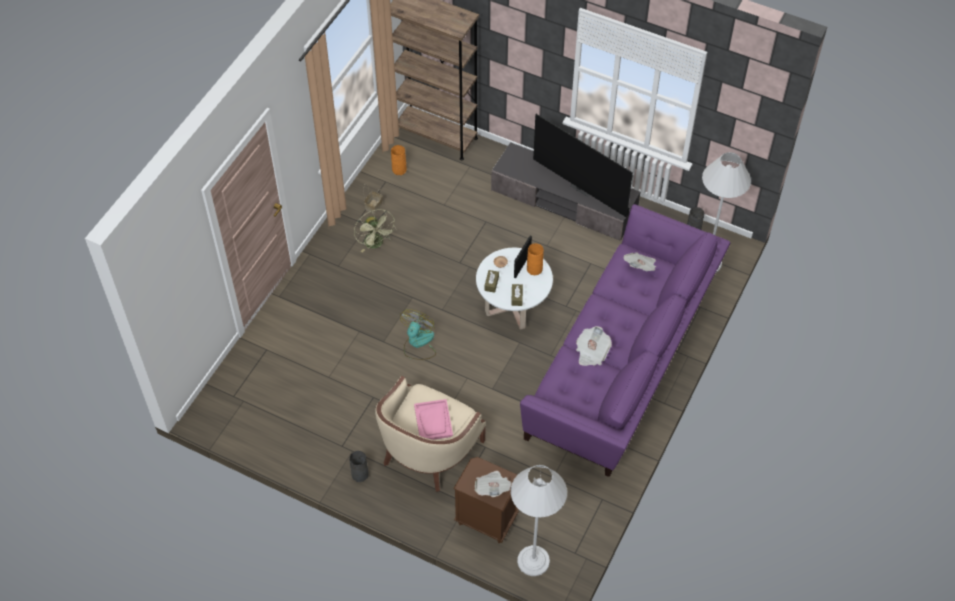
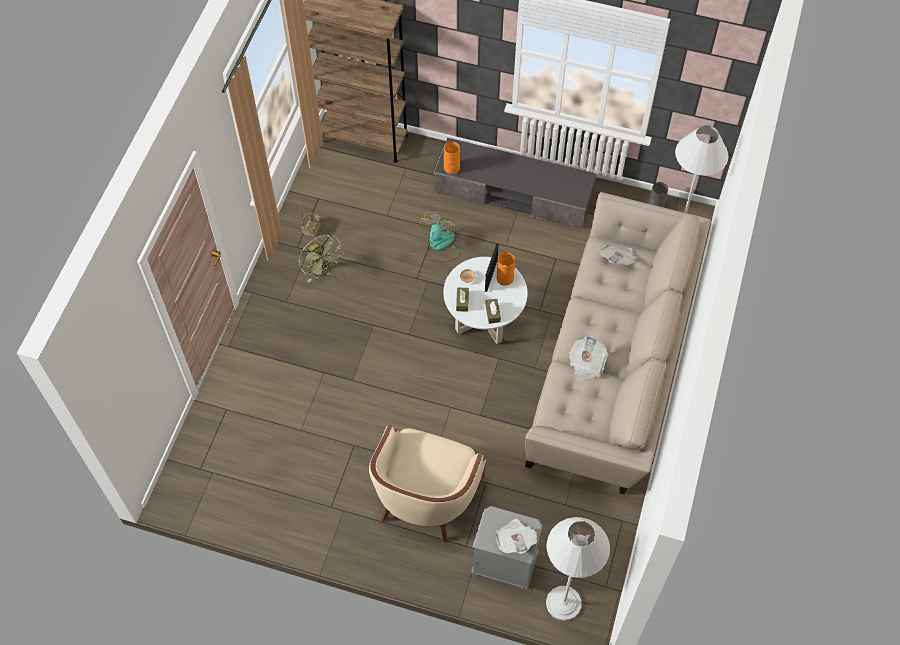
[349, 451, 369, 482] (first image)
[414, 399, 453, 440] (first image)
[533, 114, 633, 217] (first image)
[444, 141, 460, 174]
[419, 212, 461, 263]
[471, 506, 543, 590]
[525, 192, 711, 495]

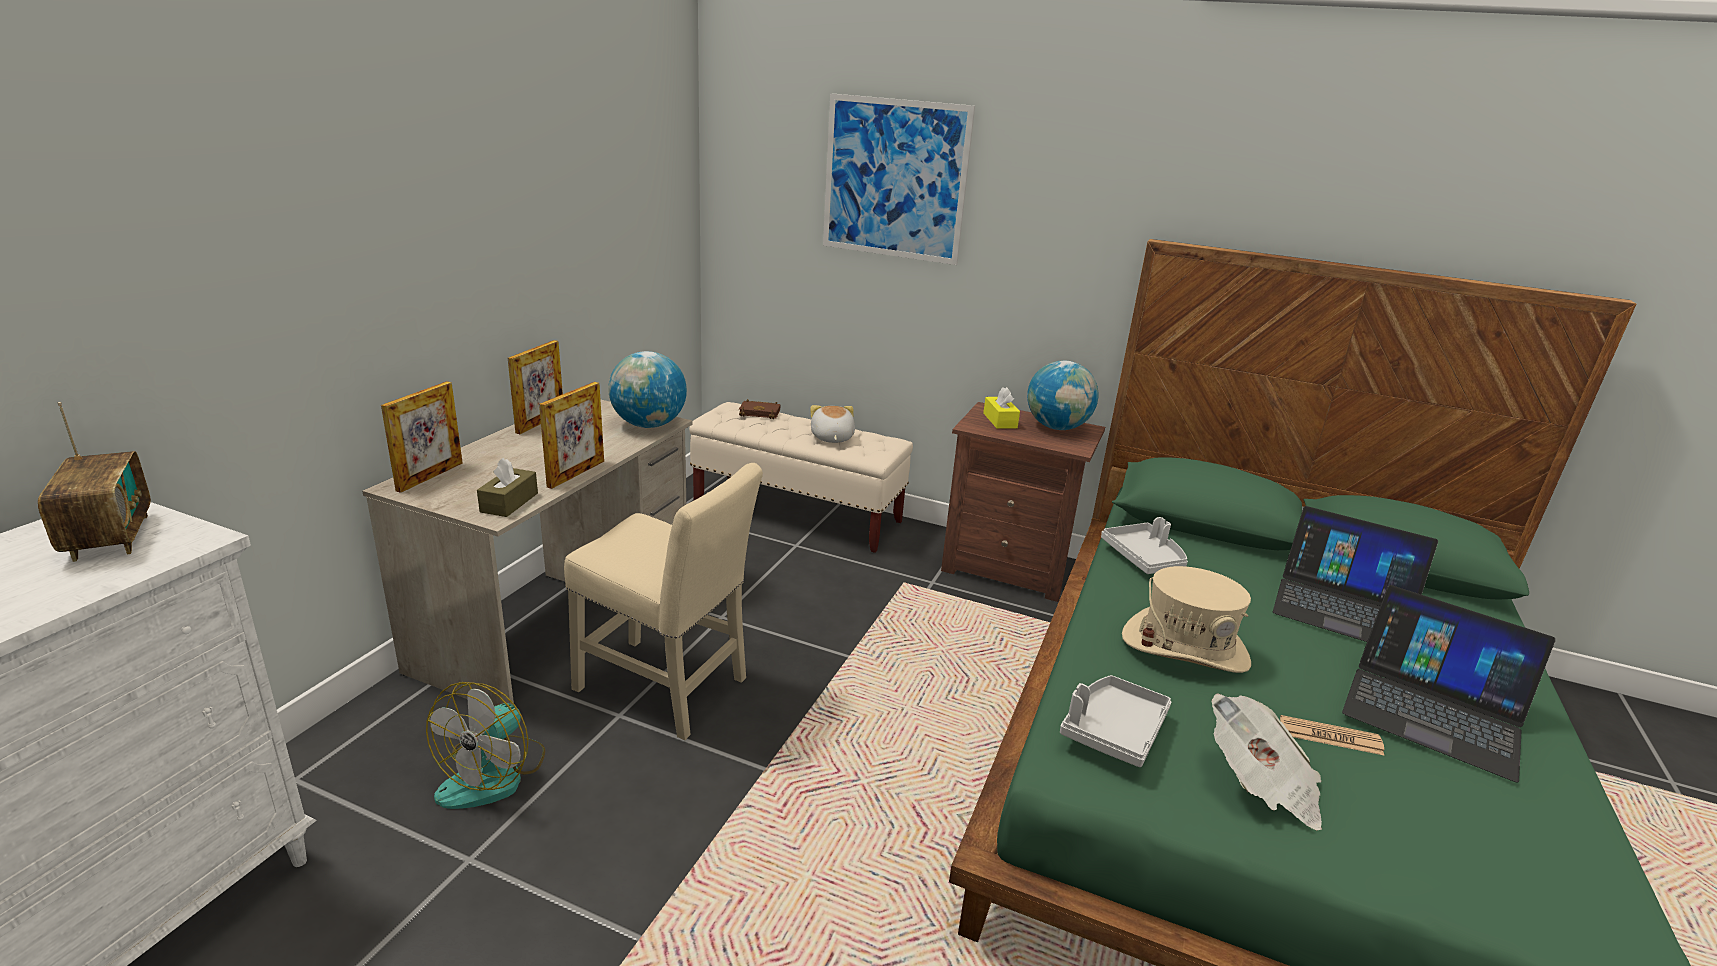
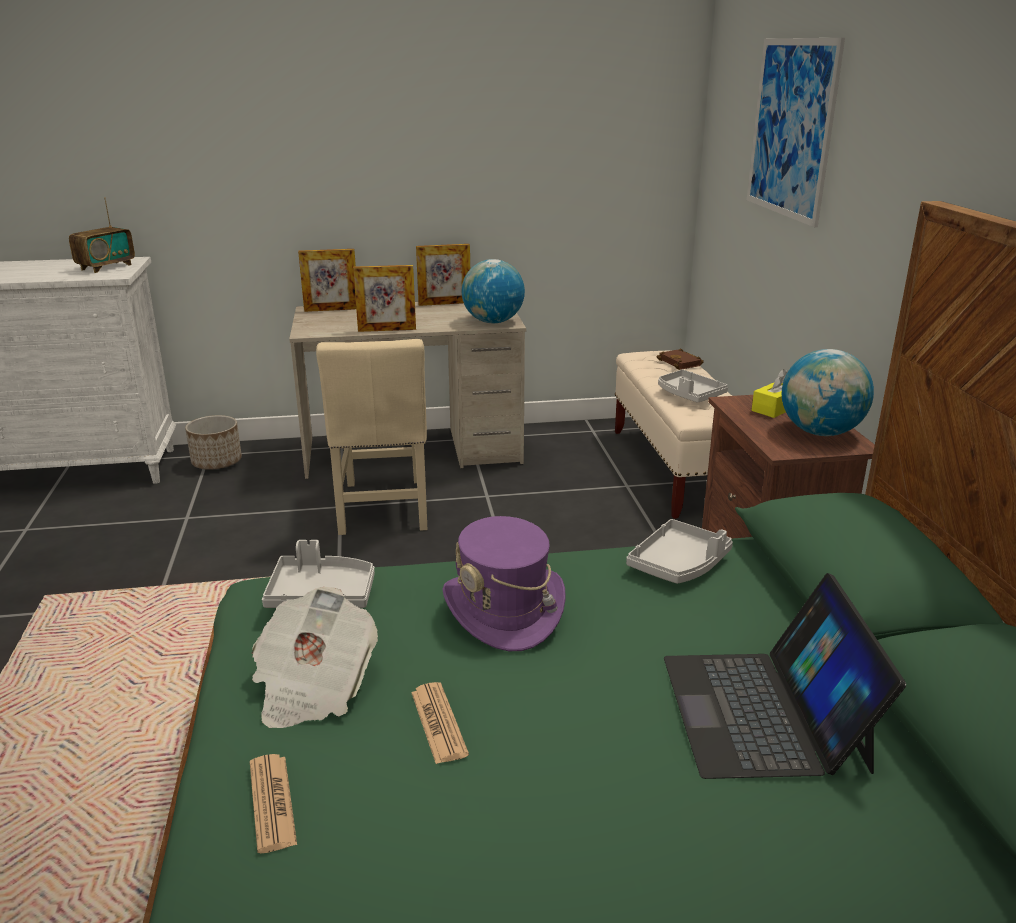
[426, 682, 545, 809] (first image)
[477, 458, 538, 517] (first image)
[1342, 585, 1555, 783] (first image)
[185, 415, 242, 470]
[250, 754, 297, 854]
[658, 370, 728, 403]
[442, 516, 566, 651]

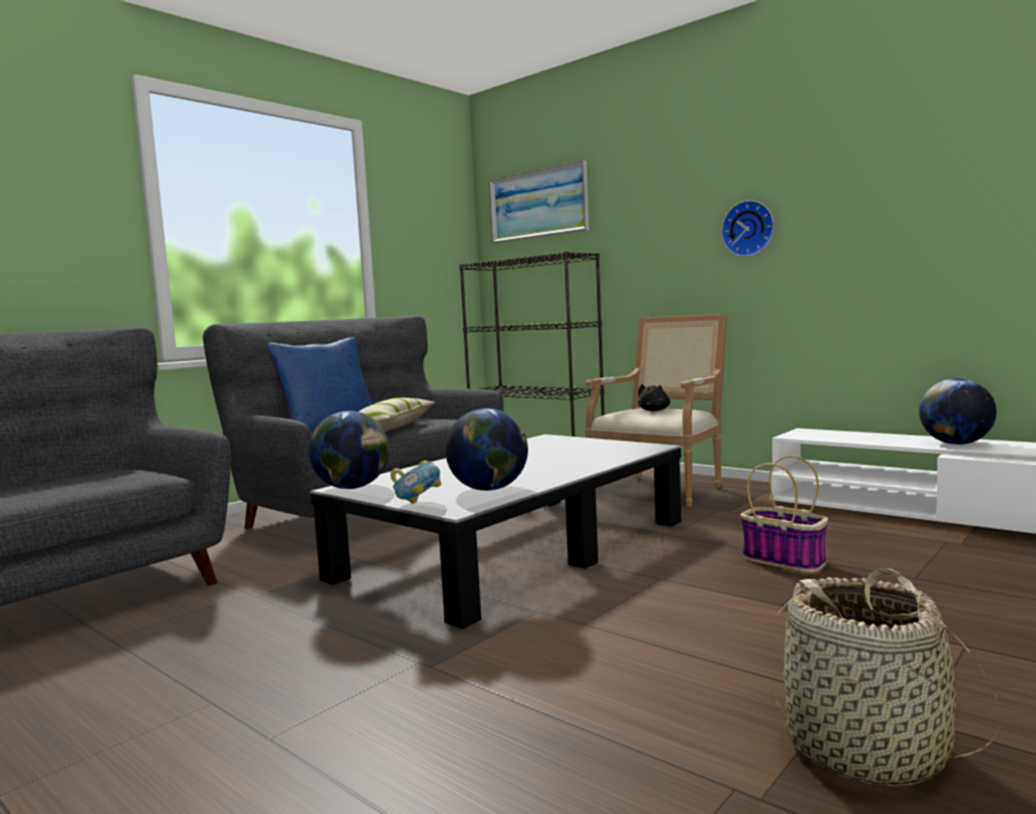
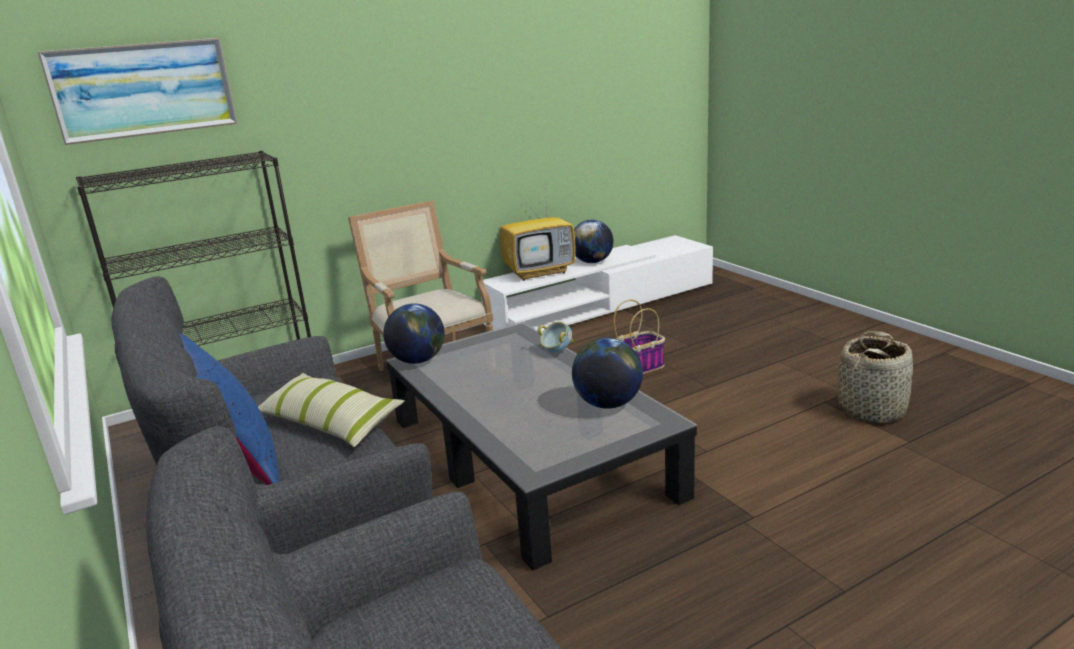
[638, 384, 670, 411] (first image)
[721, 200, 774, 257] (first image)
[500, 188, 576, 281]
[383, 303, 445, 364]
[538, 322, 573, 354]

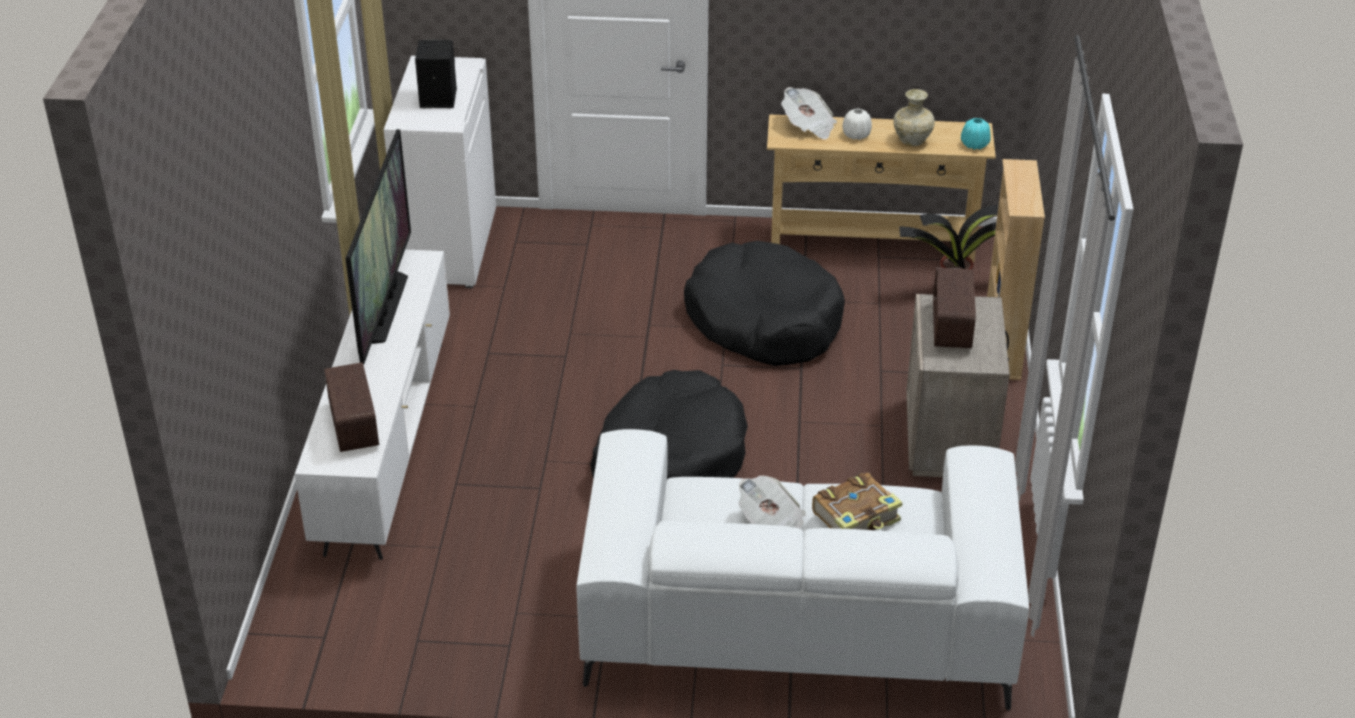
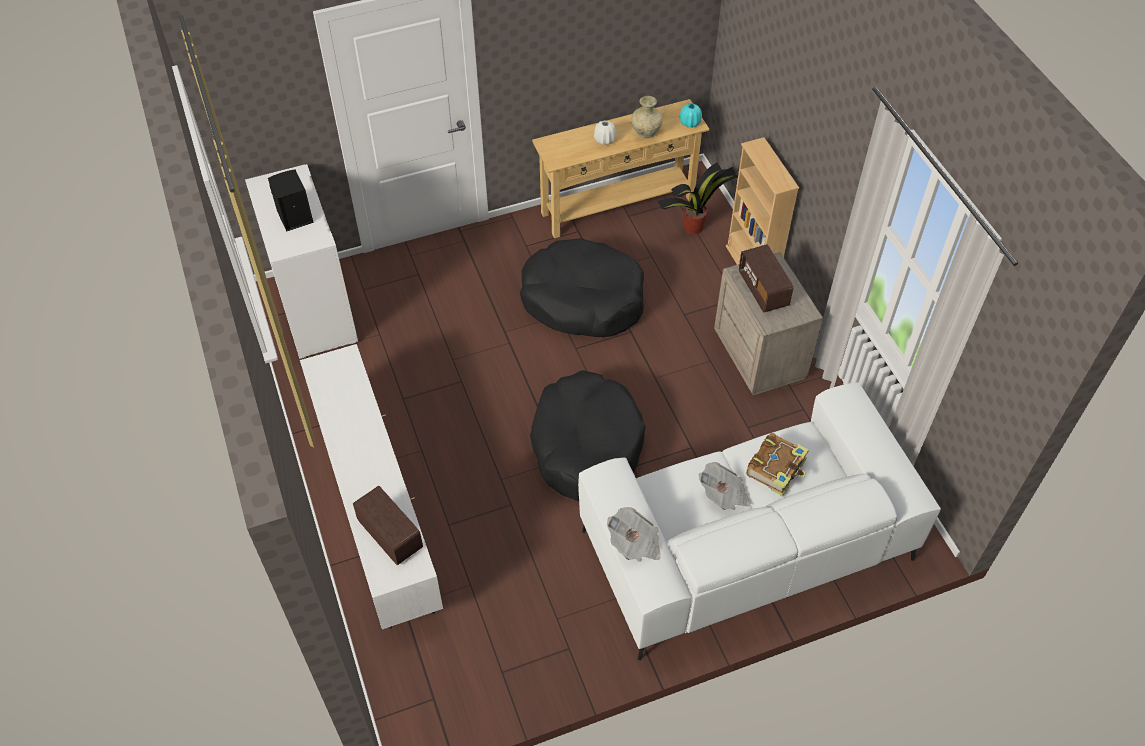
[346, 129, 411, 365] (first image)
[607, 507, 661, 562]

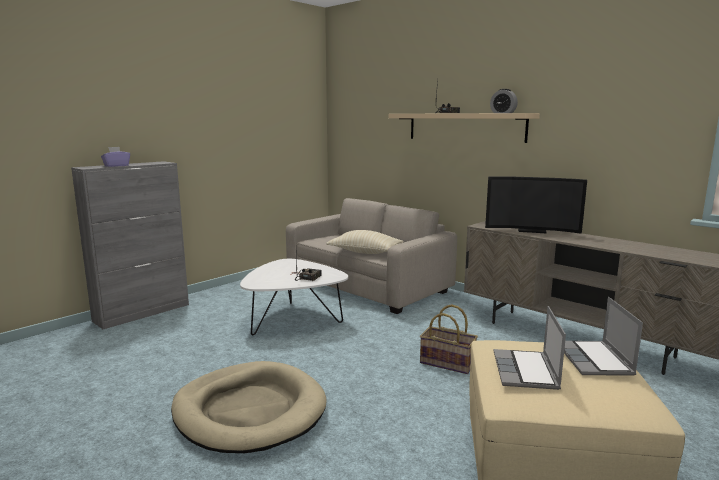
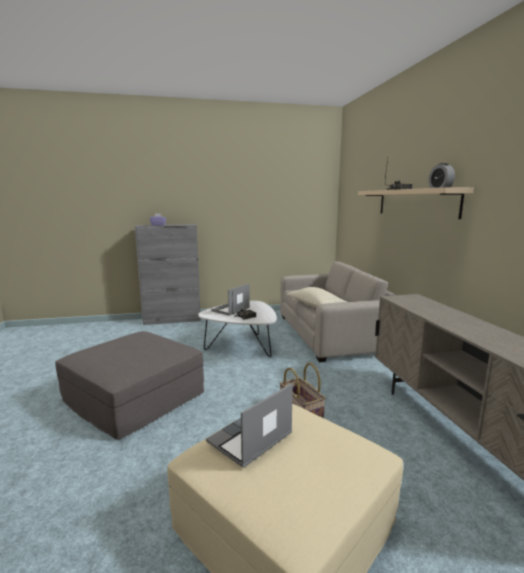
[485, 176, 587, 234] (first image)
[211, 284, 250, 316]
[55, 331, 204, 440]

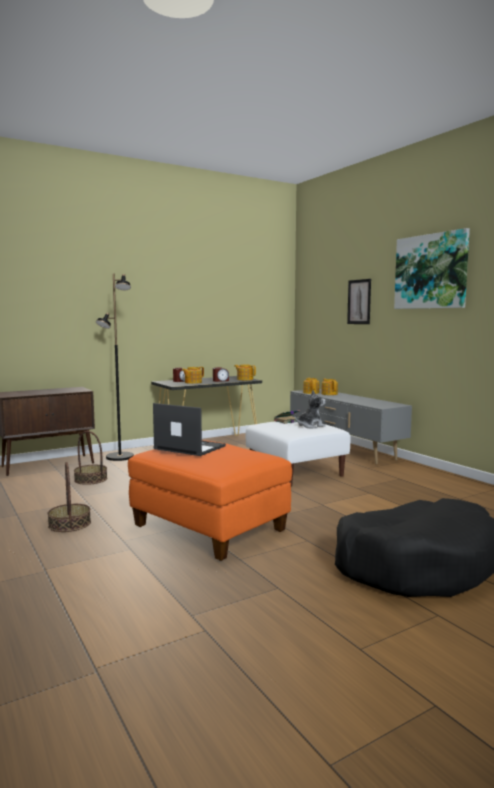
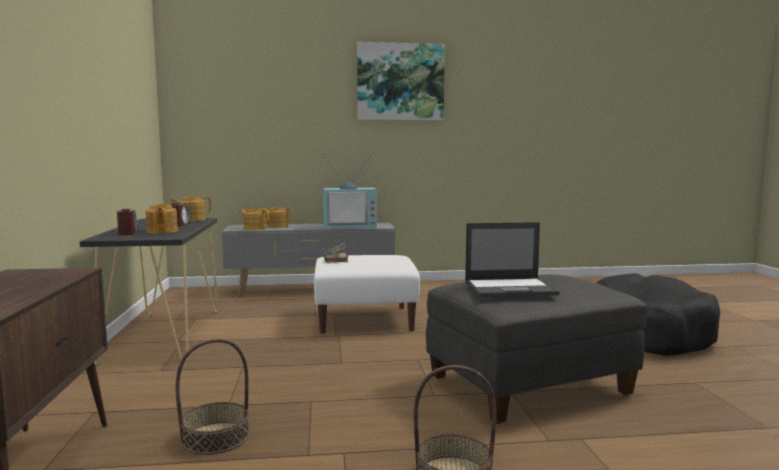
[96, 274, 134, 461] (first image)
[295, 390, 326, 428] (first image)
[347, 279, 371, 324] (first image)
[323, 150, 377, 229]
[426, 274, 648, 424]
[465, 222, 560, 297]

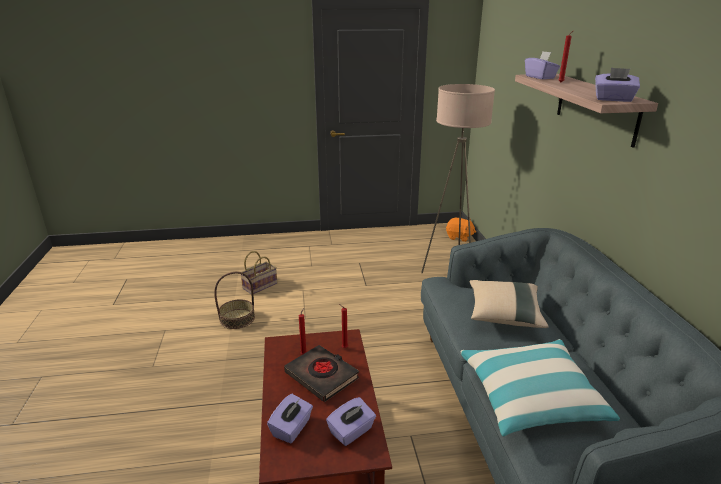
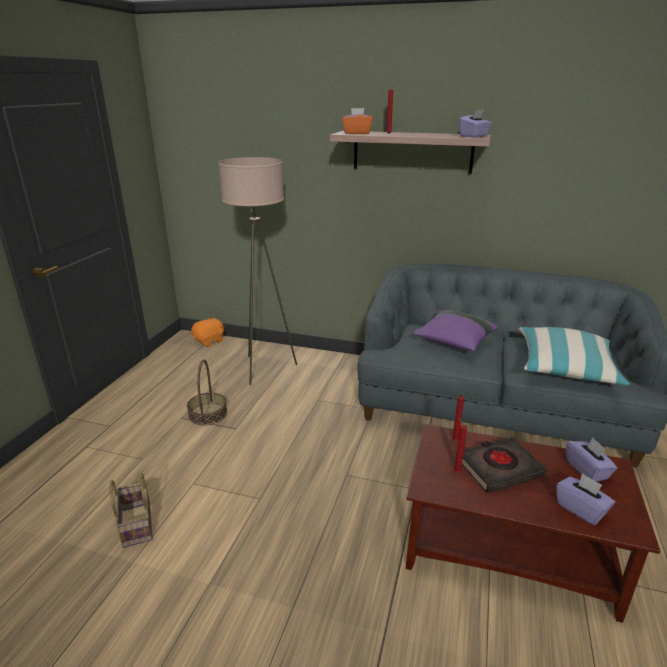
[187, 360, 227, 425]
[412, 310, 498, 351]
[342, 108, 373, 134]

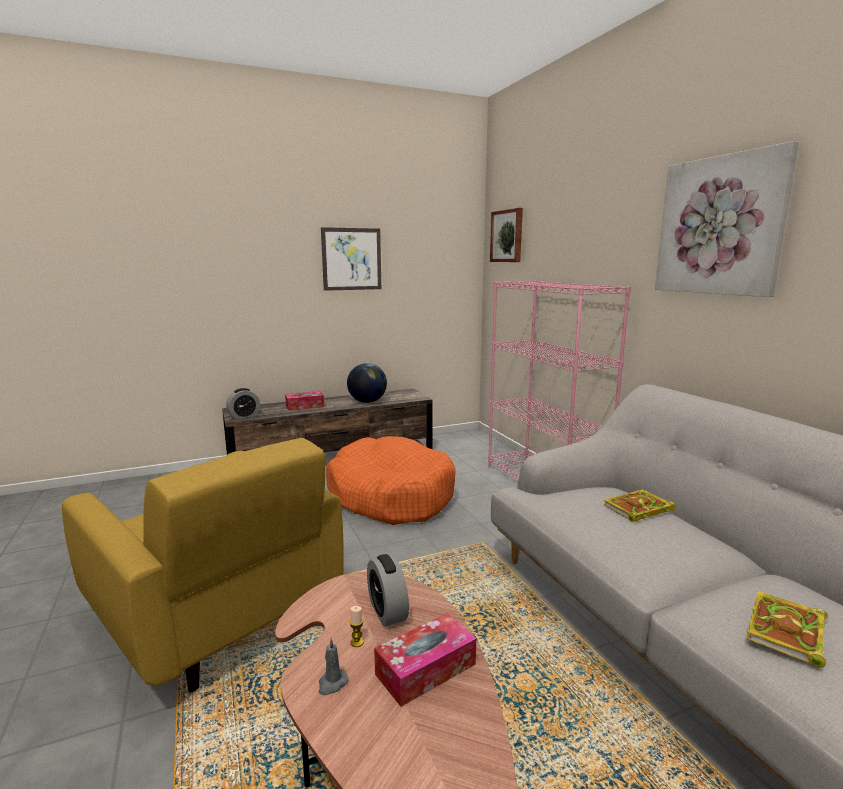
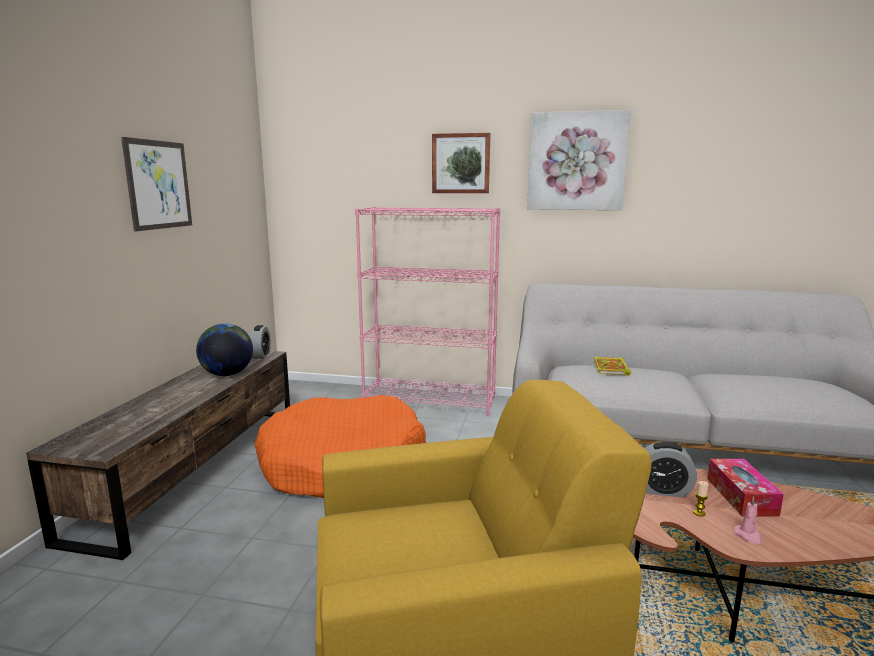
[285, 391, 324, 410] (first image)
[746, 591, 828, 668] (first image)
[249, 325, 271, 359]
[432, 133, 490, 193]
[734, 496, 761, 544]

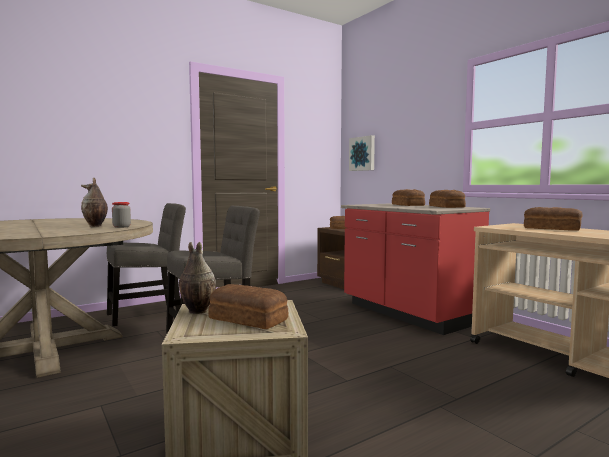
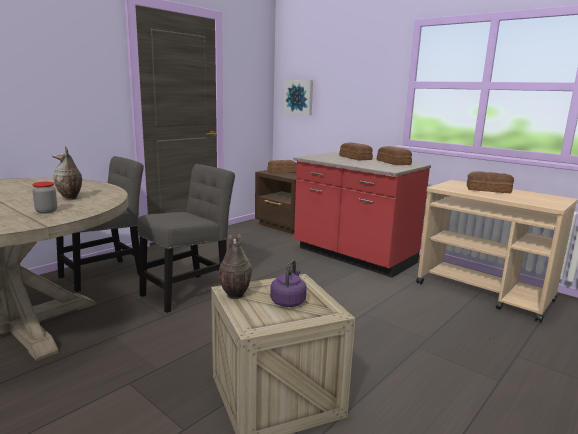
[32, 182, 57, 214]
[270, 259, 307, 307]

